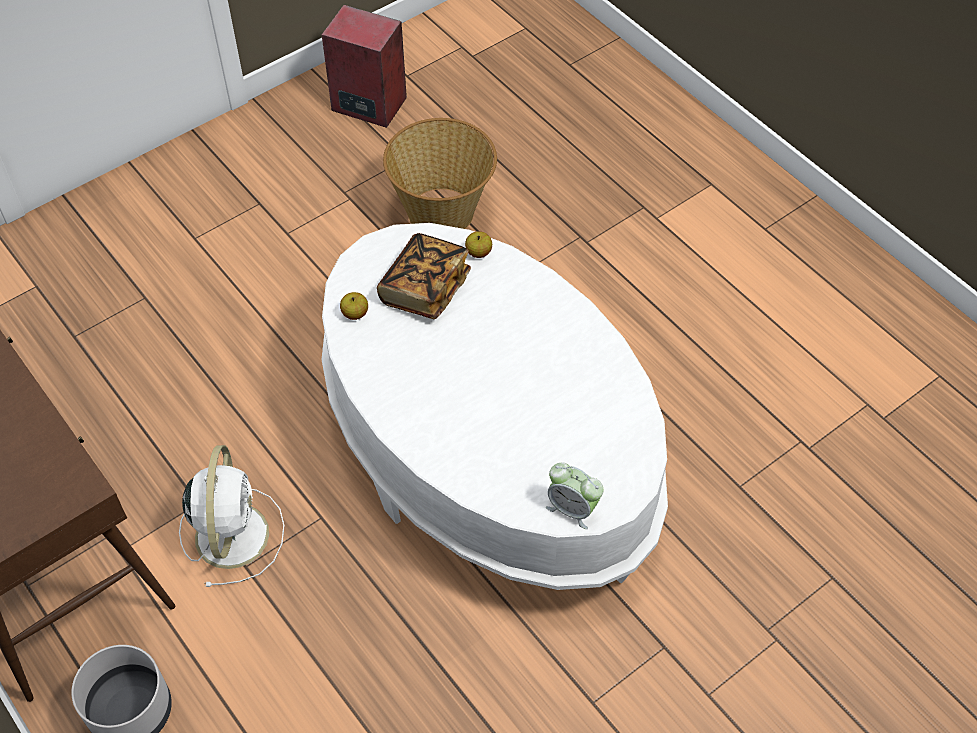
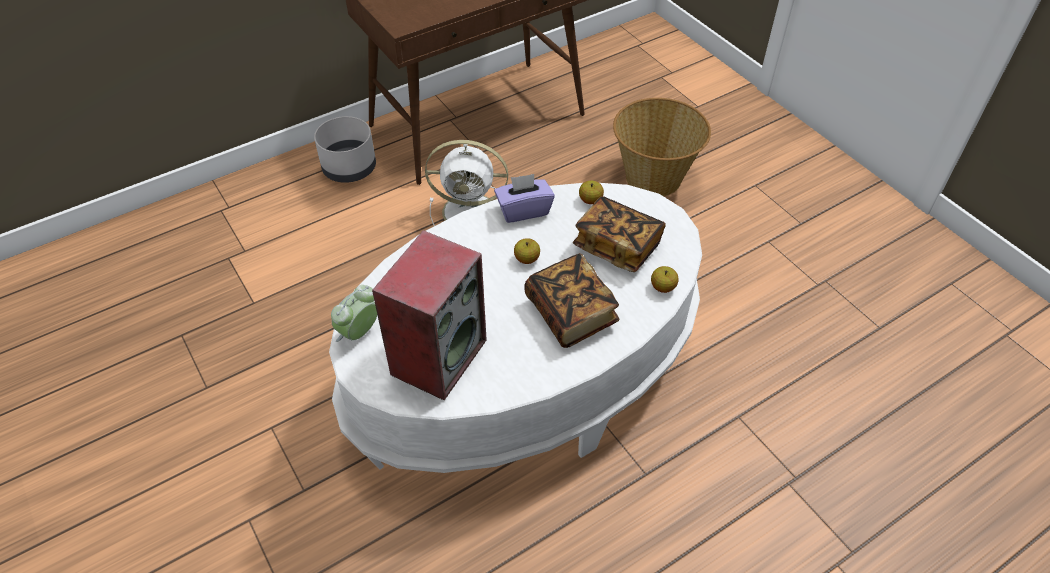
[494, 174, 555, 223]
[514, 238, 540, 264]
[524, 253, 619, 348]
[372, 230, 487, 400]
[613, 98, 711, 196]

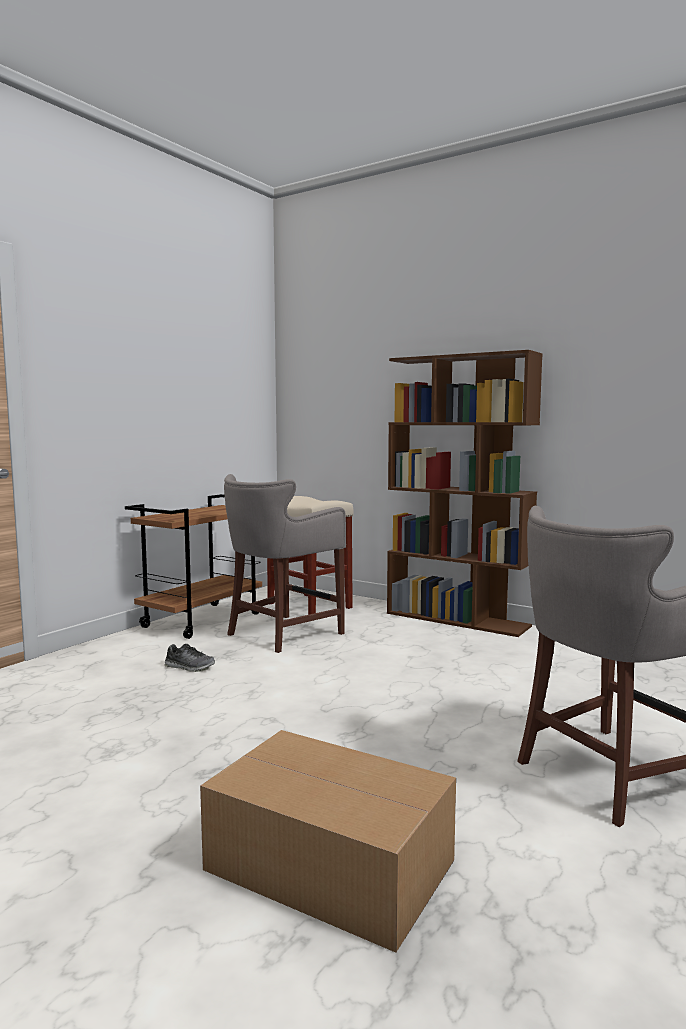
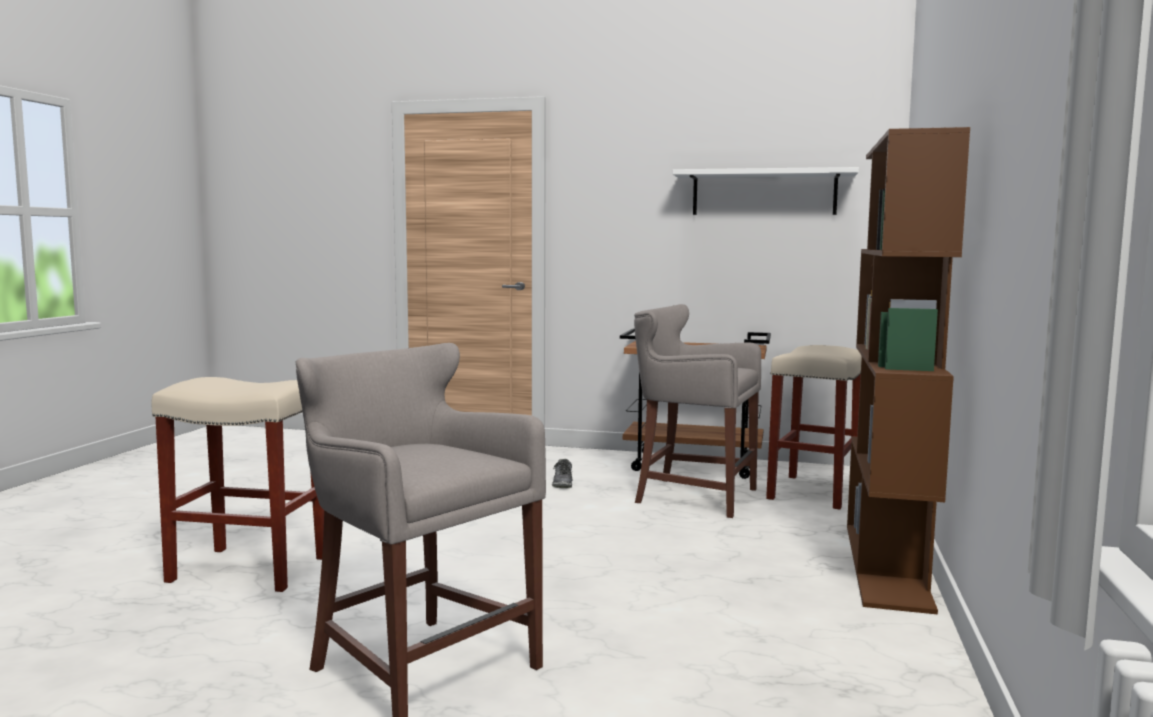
[673, 167, 859, 215]
[151, 377, 324, 592]

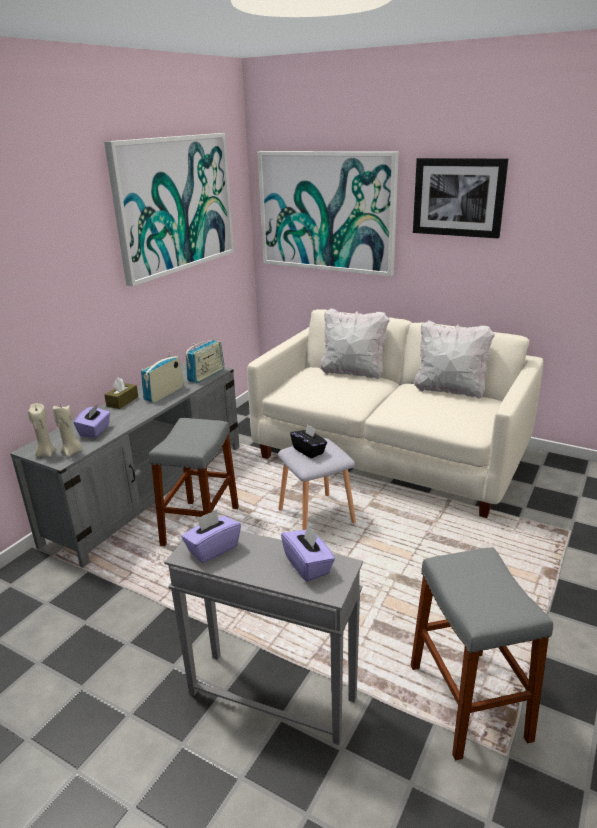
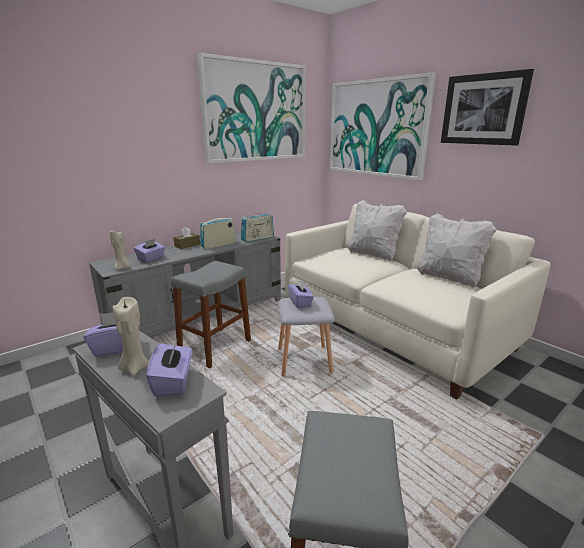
[113, 297, 149, 375]
[288, 280, 314, 308]

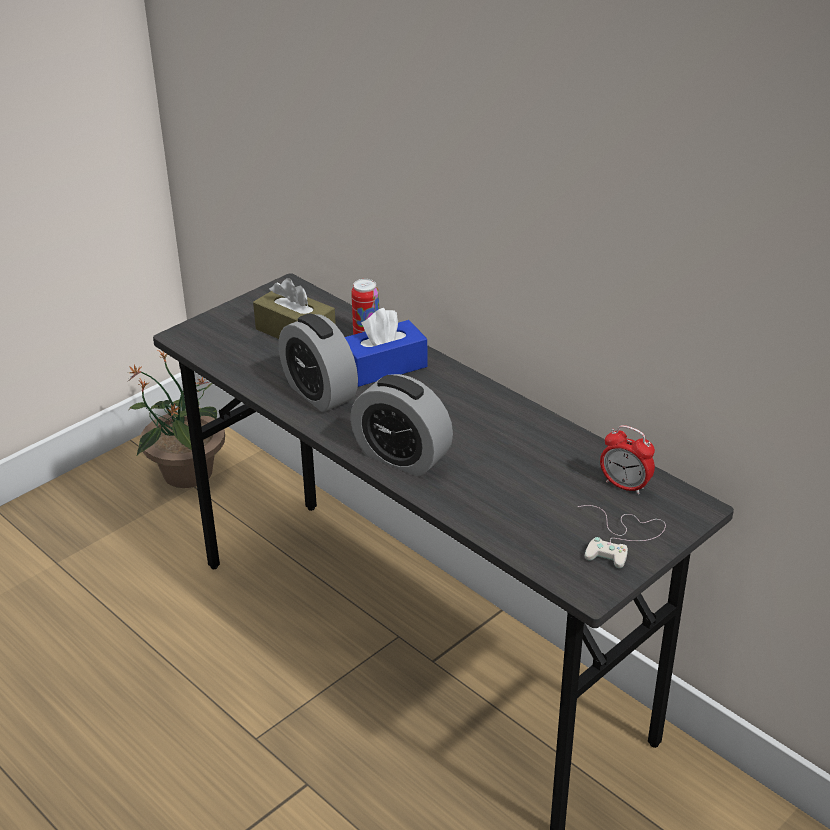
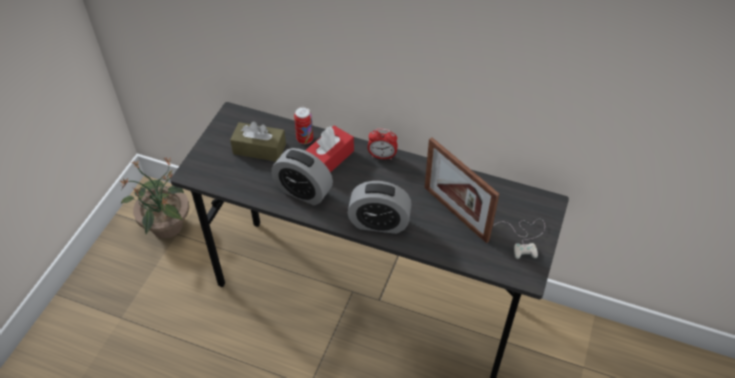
[425, 137, 499, 243]
[368, 128, 398, 160]
[305, 126, 354, 173]

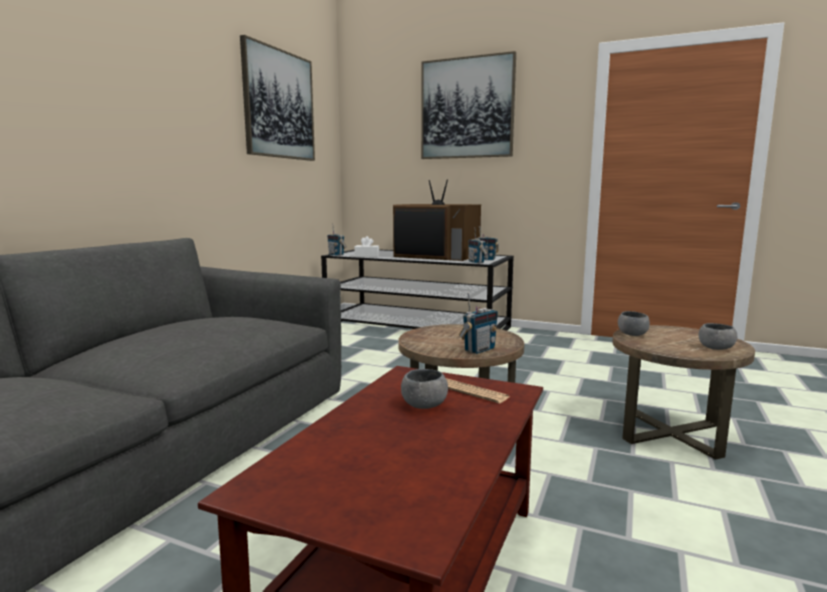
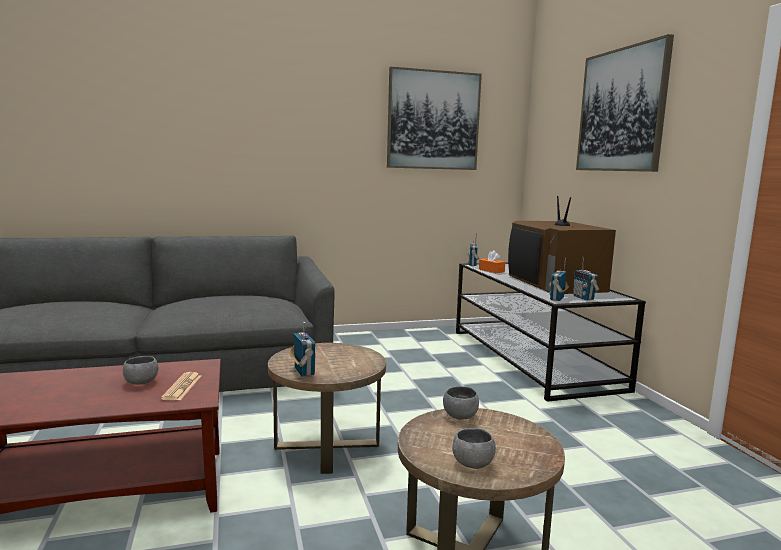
[479, 250, 505, 273]
[289, 322, 315, 376]

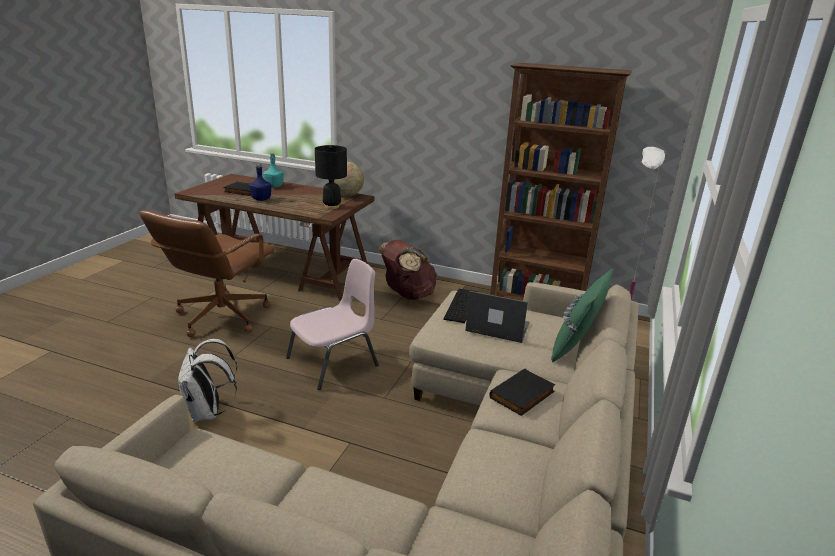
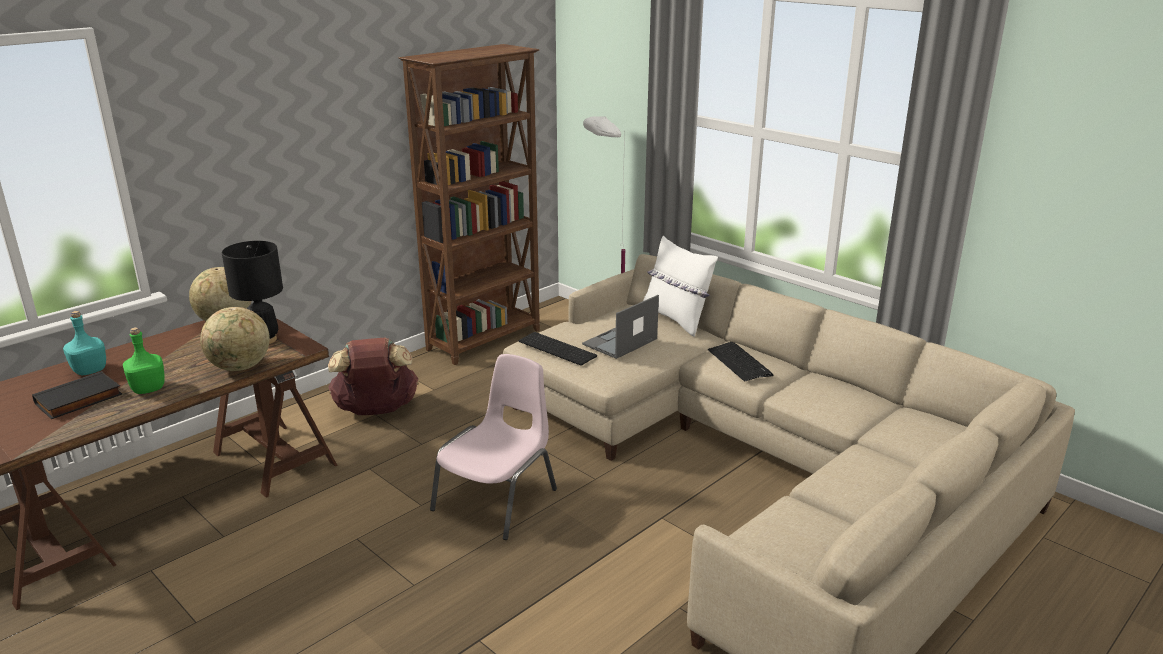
[139, 210, 275, 337] (first image)
[178, 339, 237, 422] (first image)
[200, 307, 270, 371]
[708, 342, 773, 382]
[123, 327, 165, 394]
[643, 236, 718, 336]
[430, 354, 557, 540]

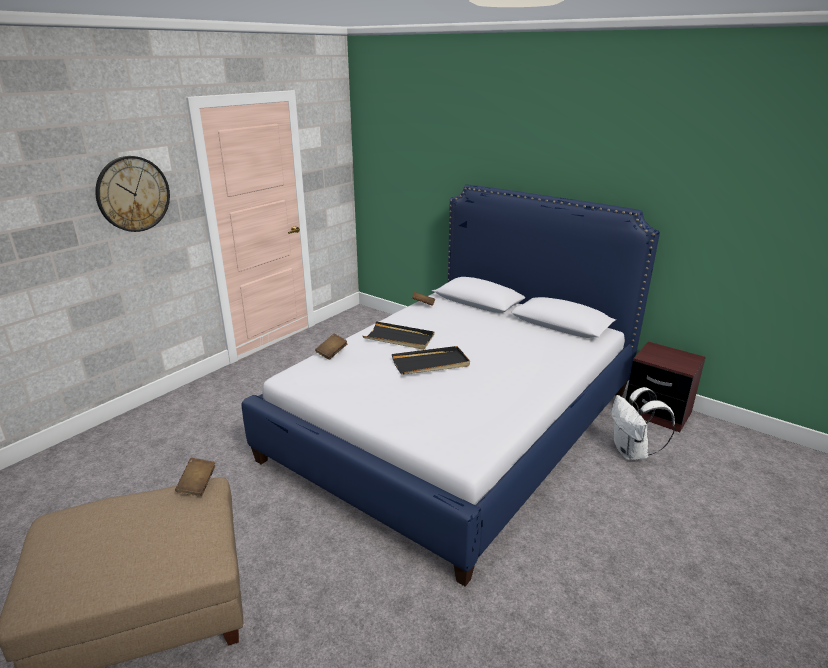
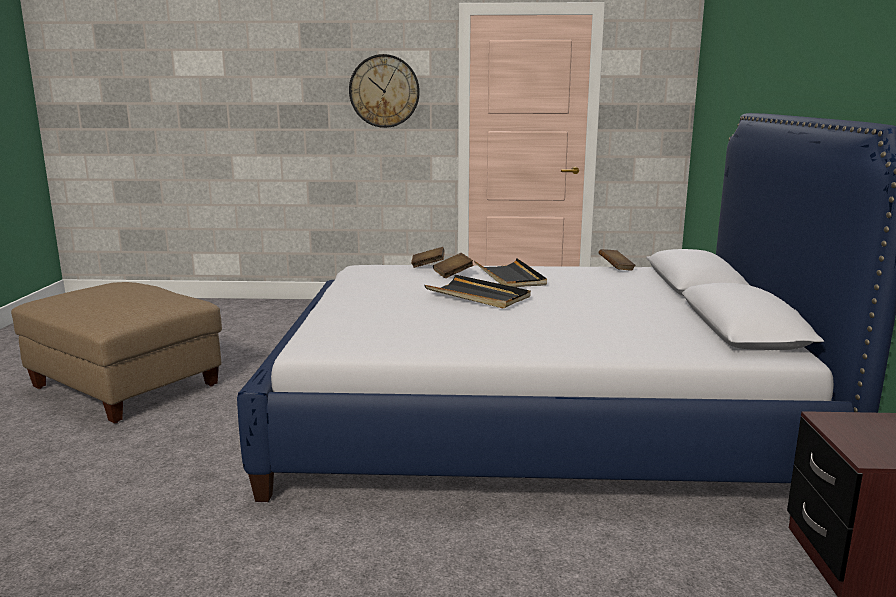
[611, 387, 675, 461] (first image)
[433, 253, 473, 278]

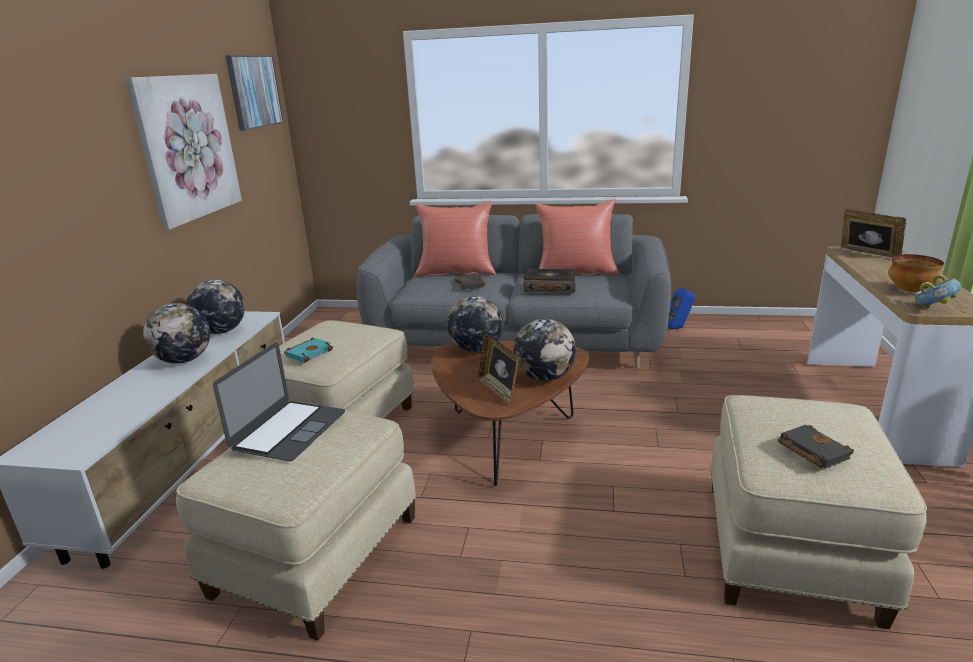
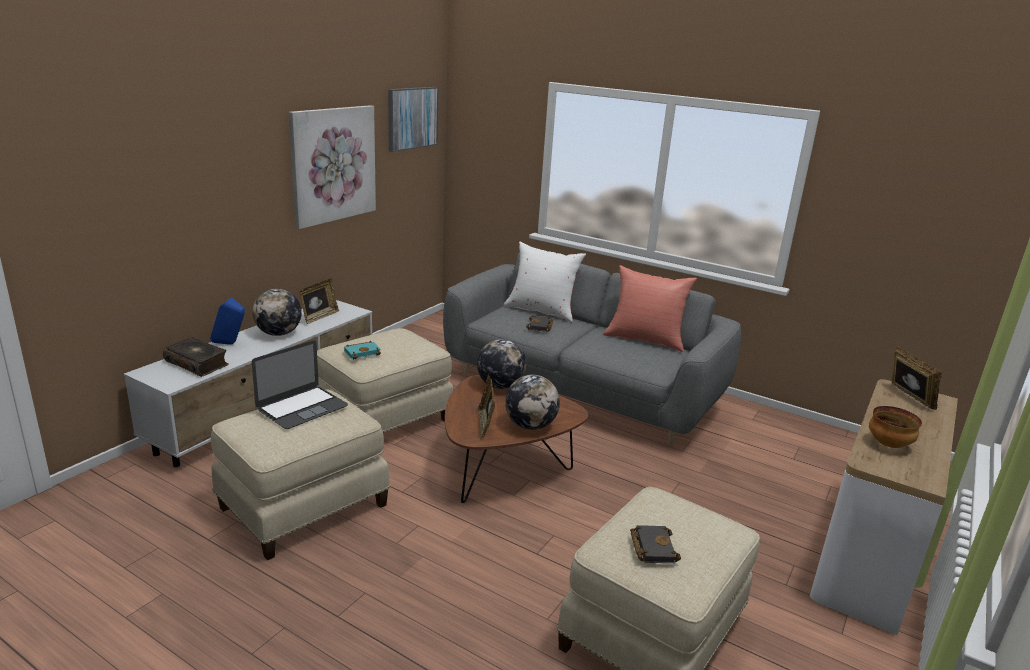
[914, 274, 961, 308] (first image)
[163, 337, 229, 377]
[210, 297, 245, 345]
[299, 279, 339, 324]
[504, 242, 586, 322]

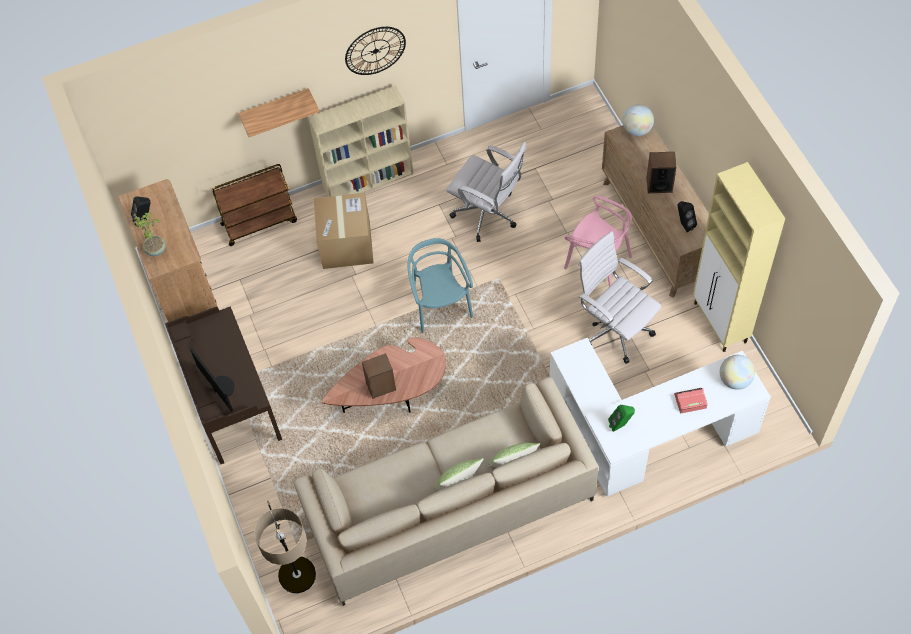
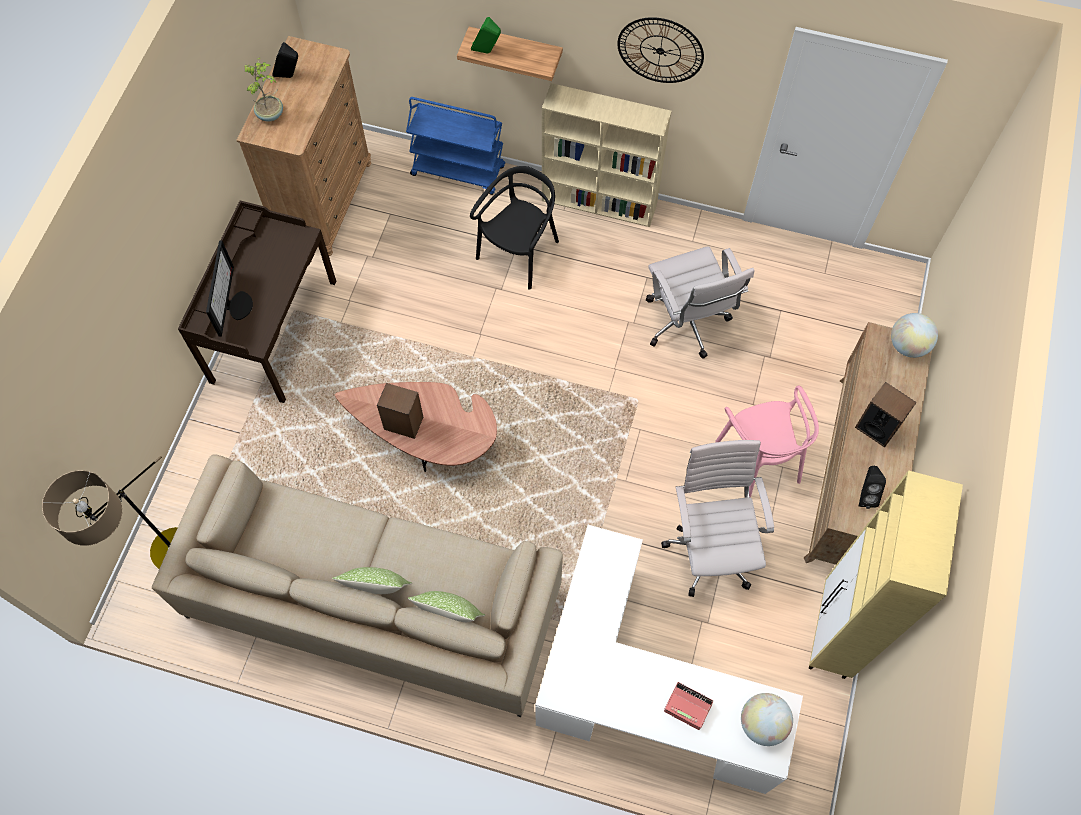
[408, 238, 473, 333] (first image)
[471, 17, 501, 54]
[470, 166, 559, 290]
[406, 97, 505, 195]

